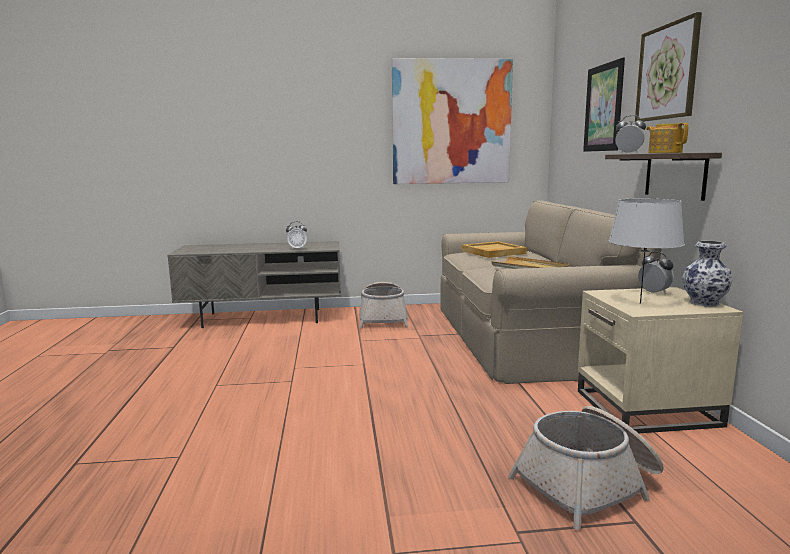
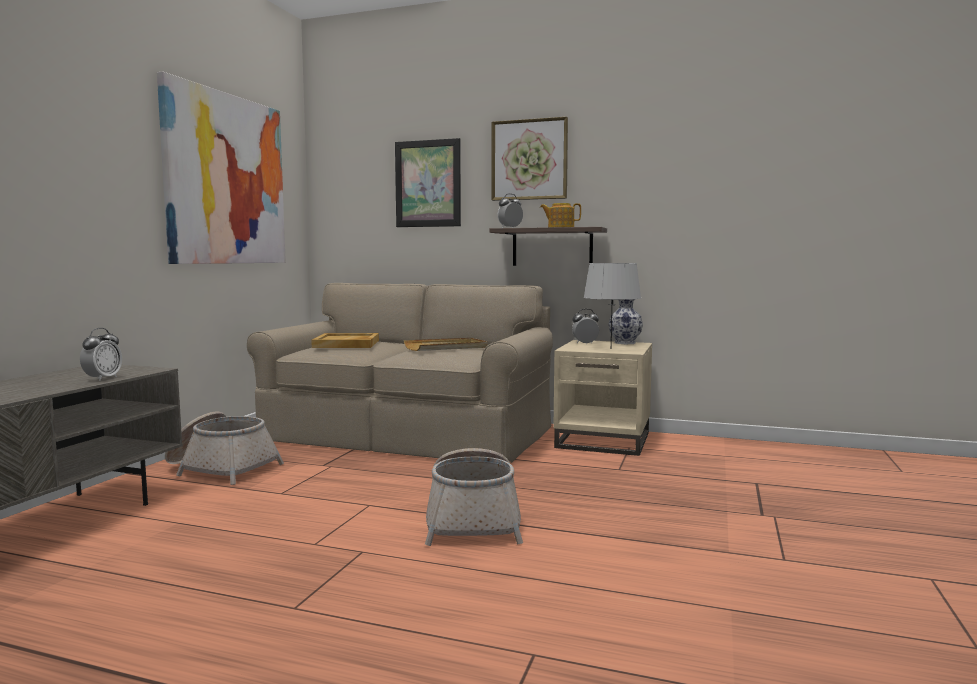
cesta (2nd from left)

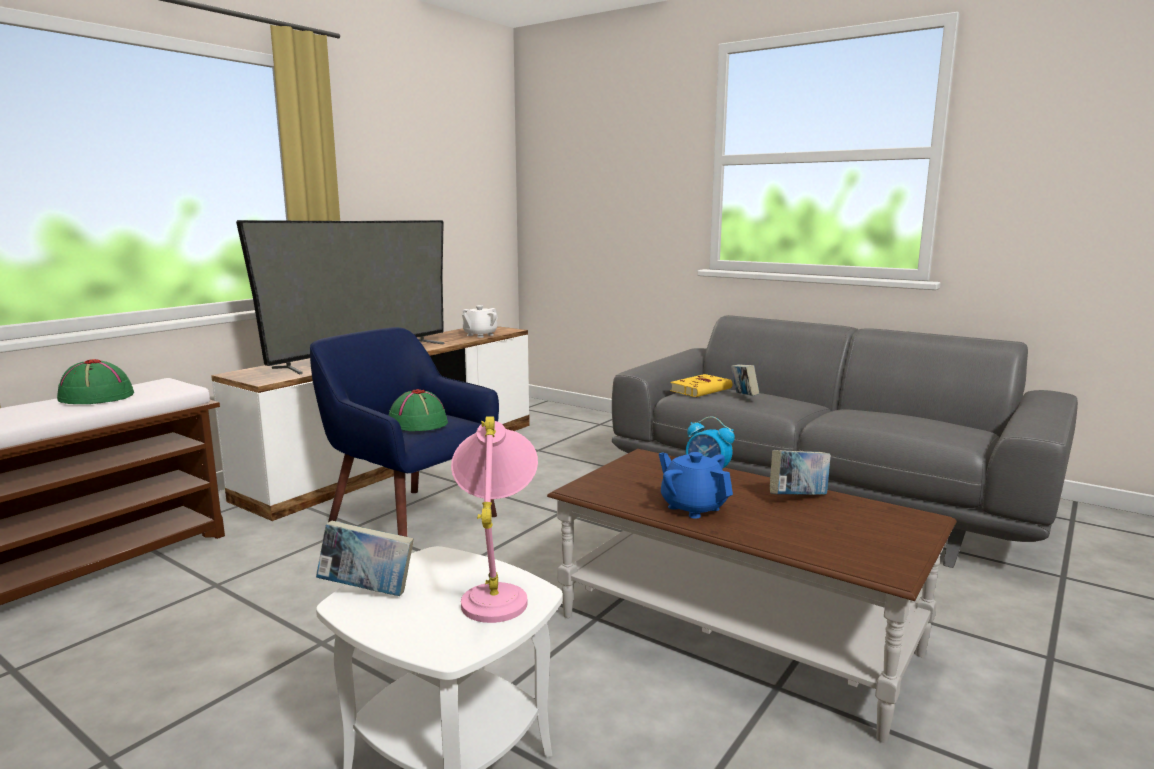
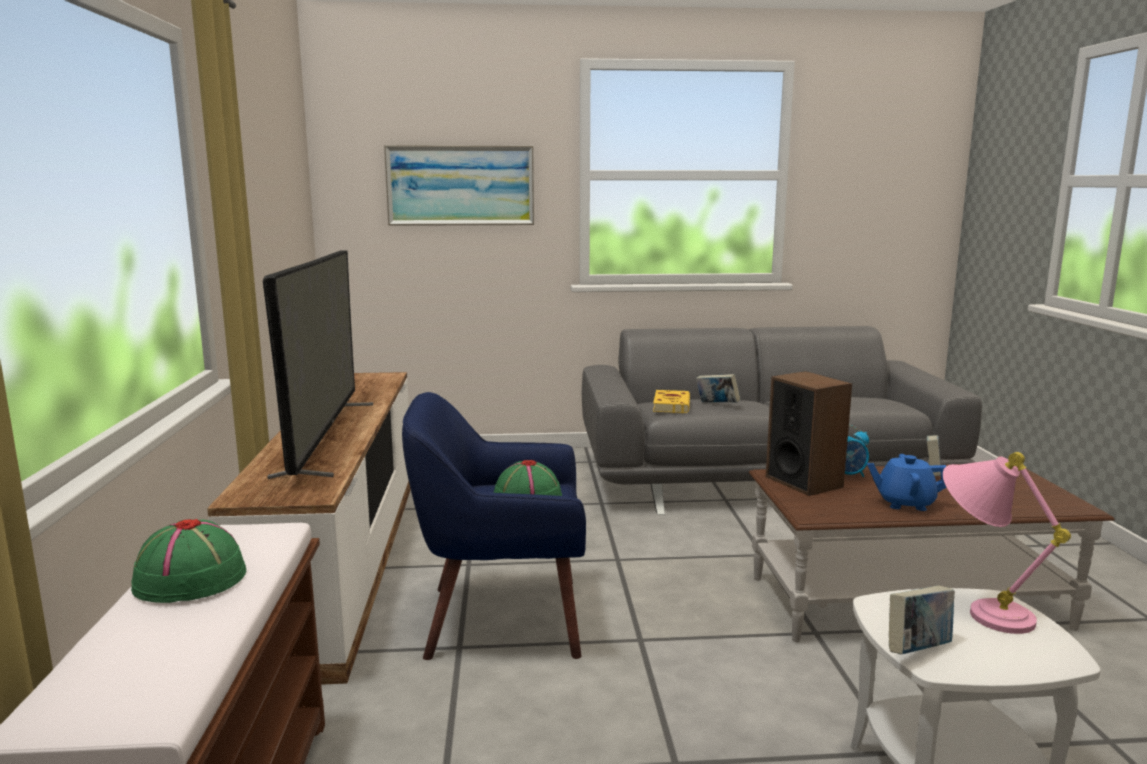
tetera/blanco
cuadro
altavoz

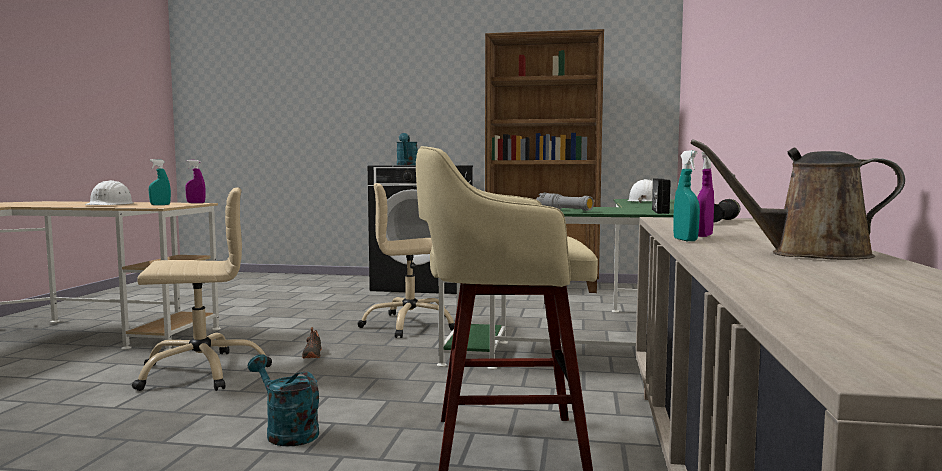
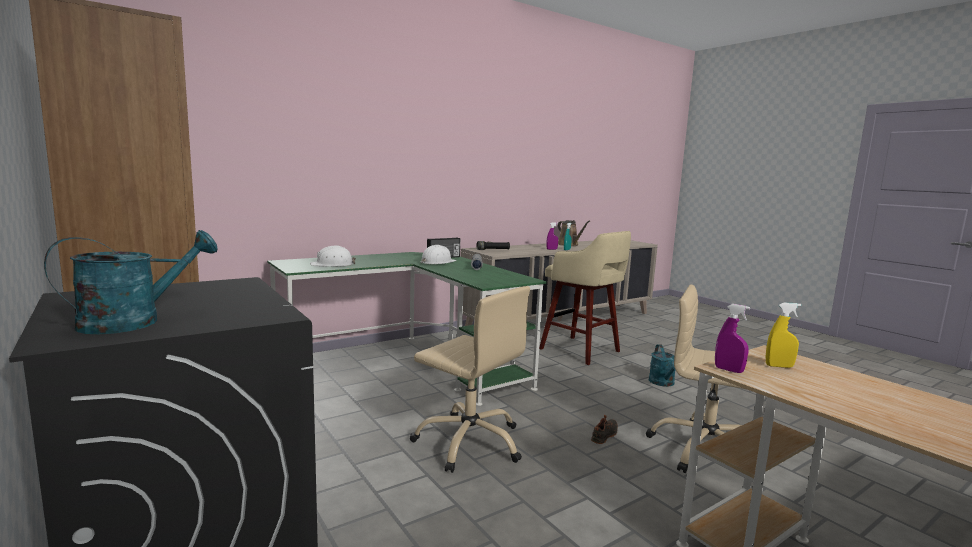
casco/blanco (2nd from left)
pulverizador/amarillo

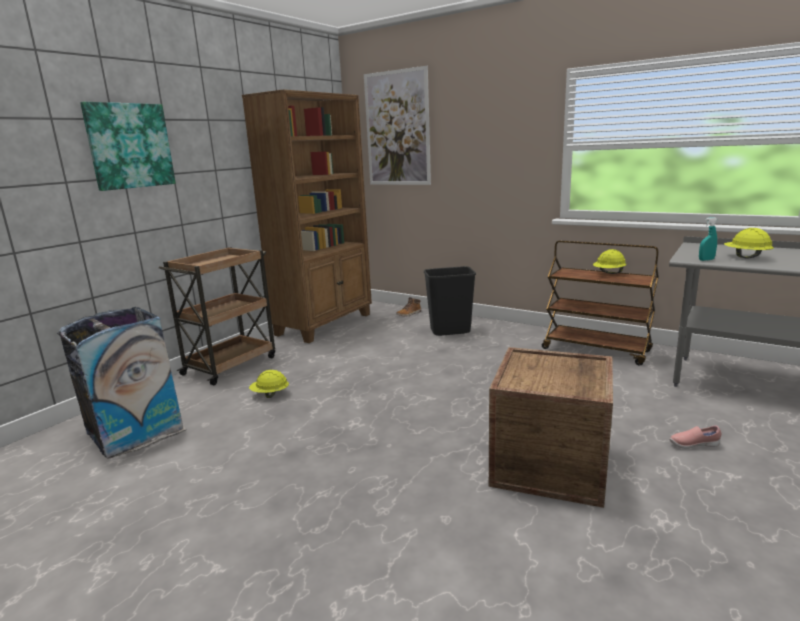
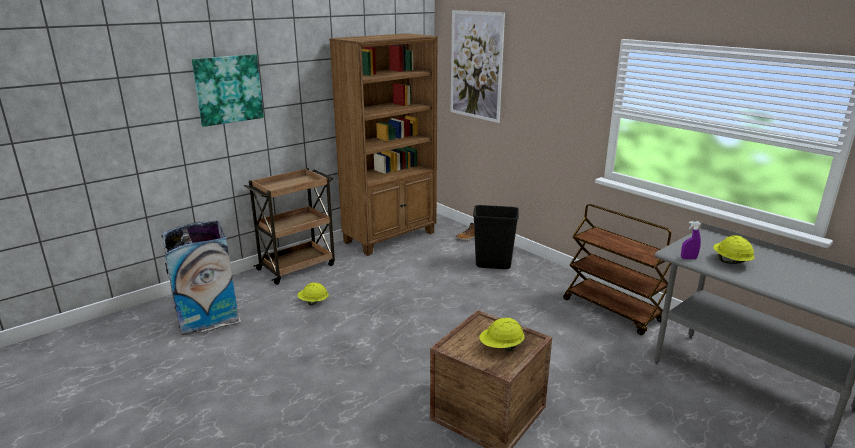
zapato/rosa
casco/amarillo (2nd from left)
pulverizador/morado

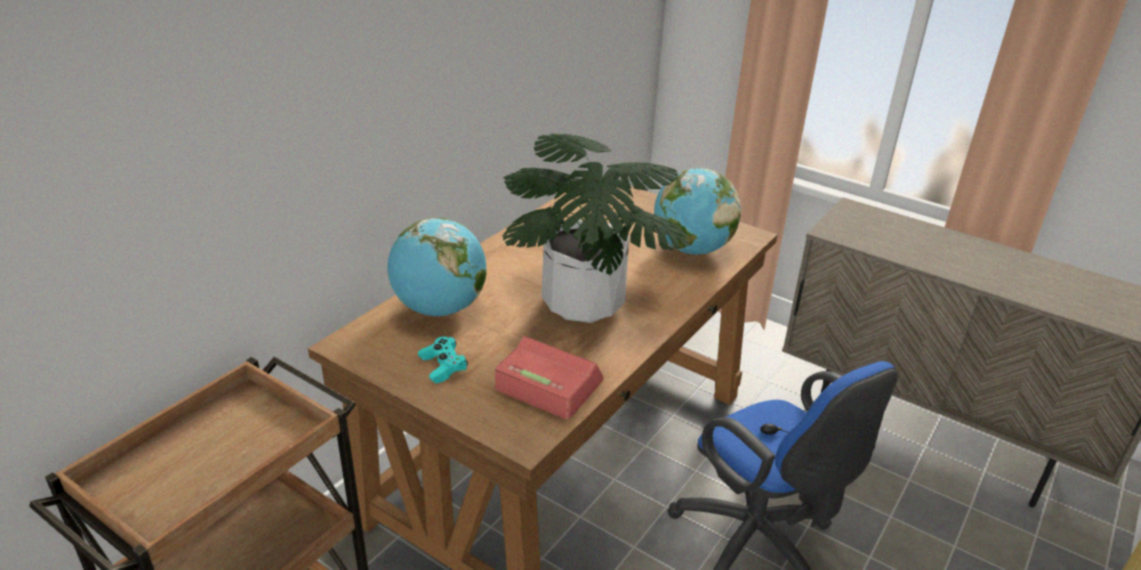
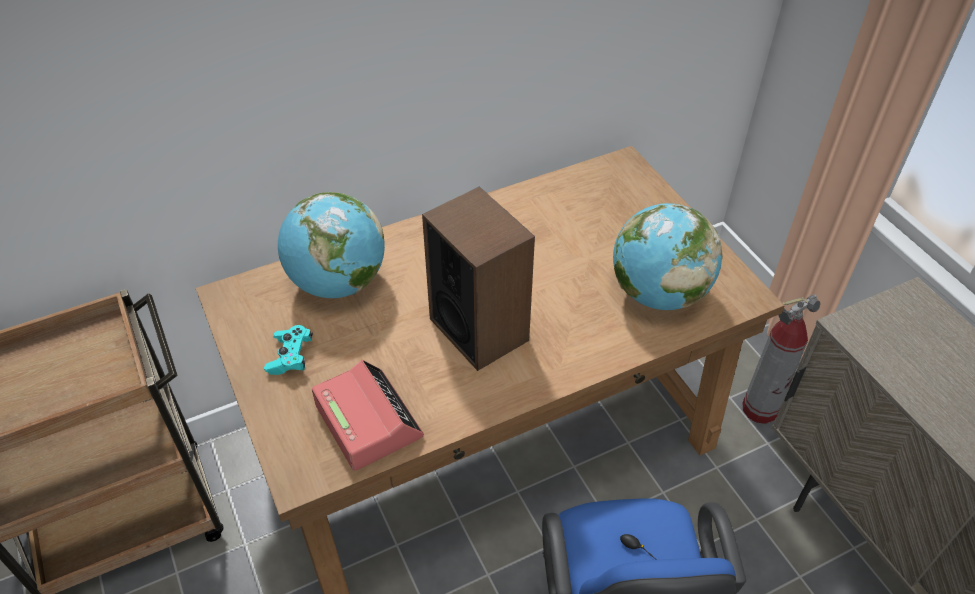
extintor
altavoz

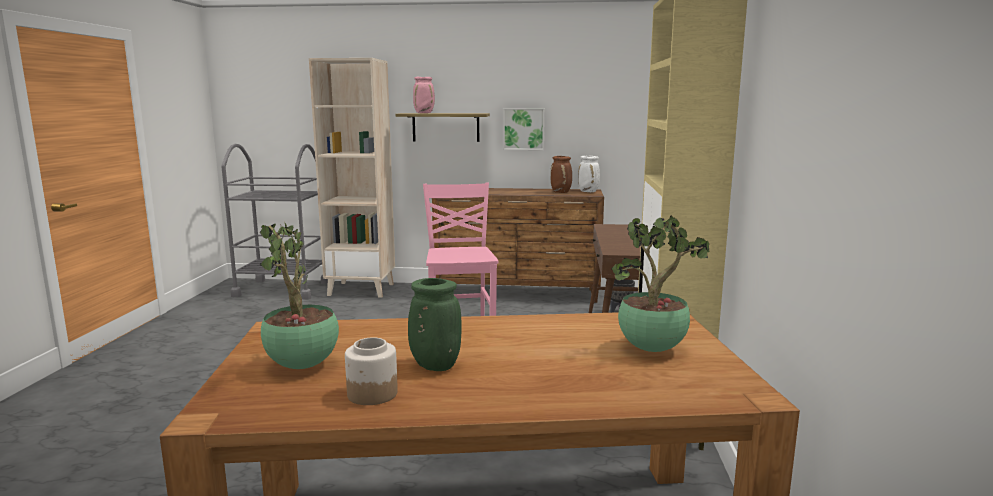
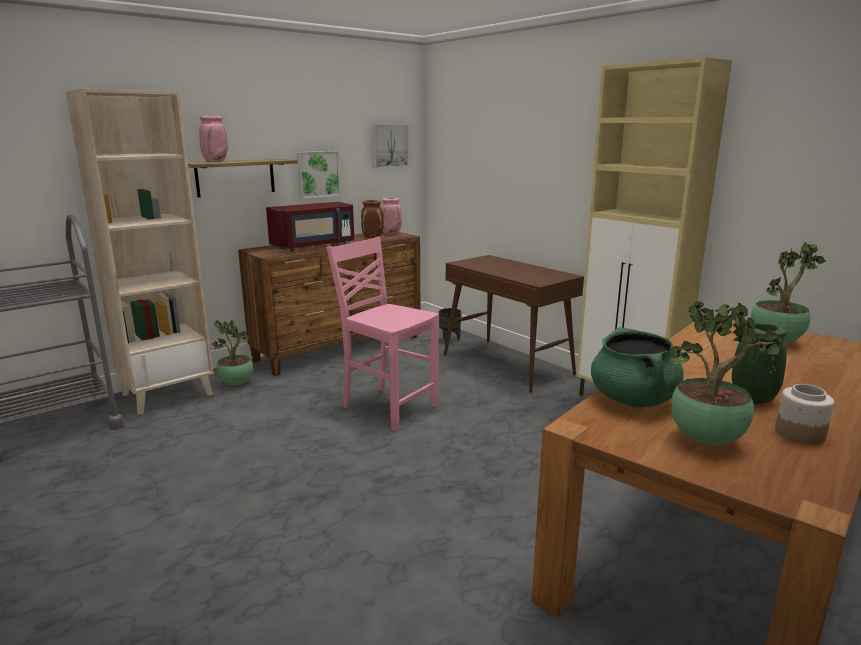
planta en maceta (1st from left)
microondas/rojo
cuadro (2nd from left)
olla/verde
florero/rosa (2nd from left)

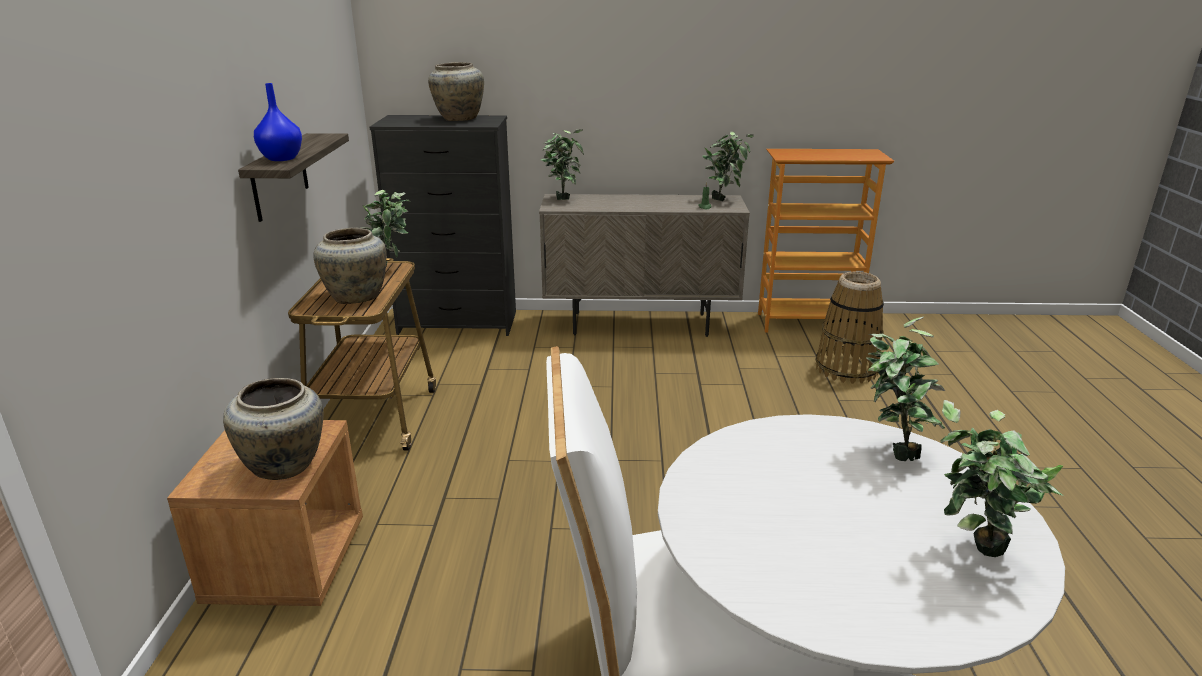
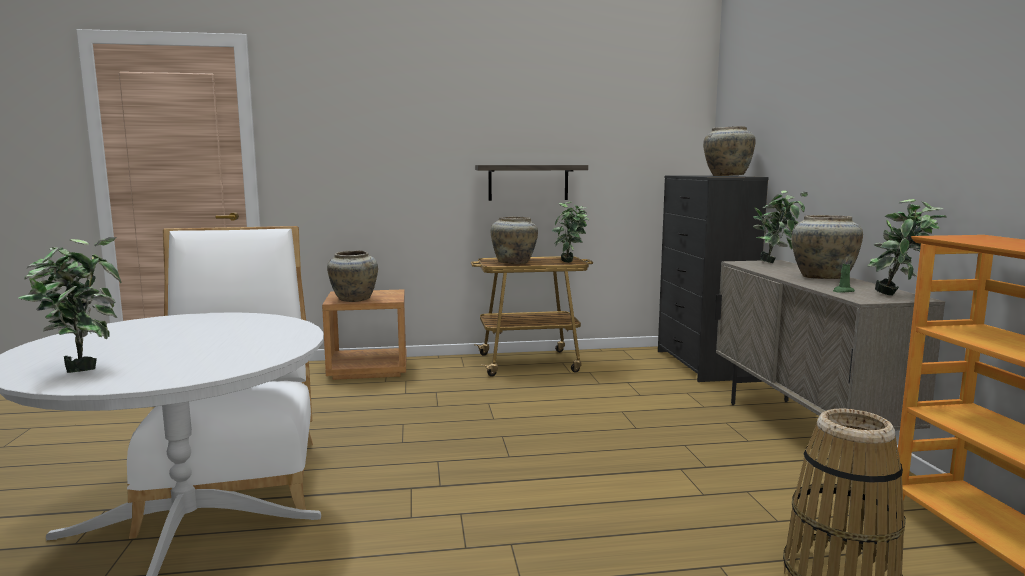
florero/azul
planta en maceta (4th from left in the first image)
florero/beis (4th from left)

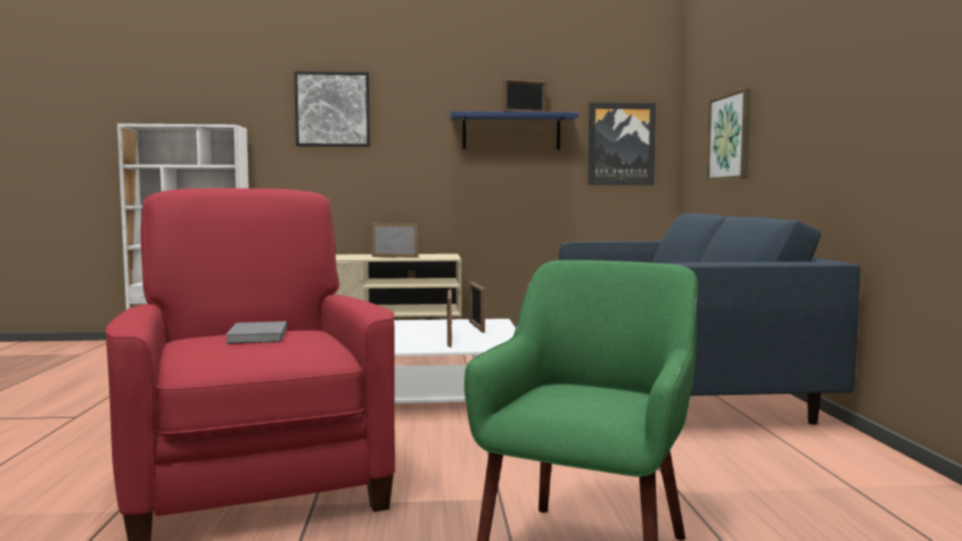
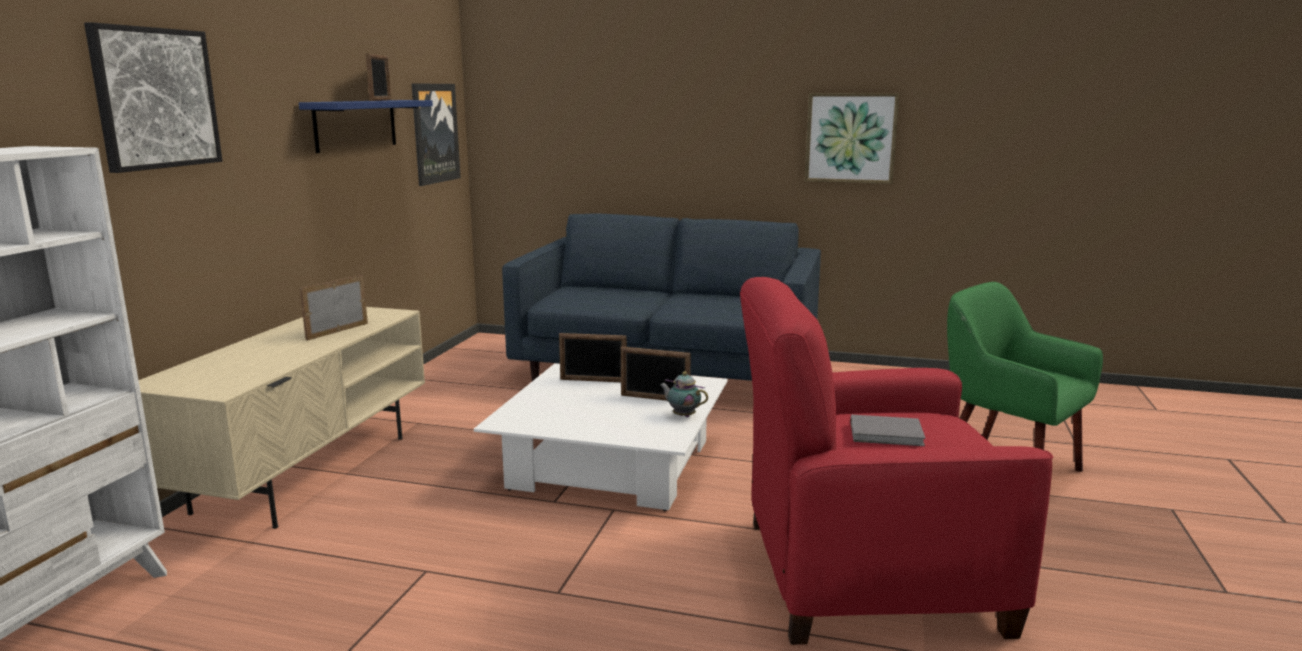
tetera
cuadro (3rd from left)

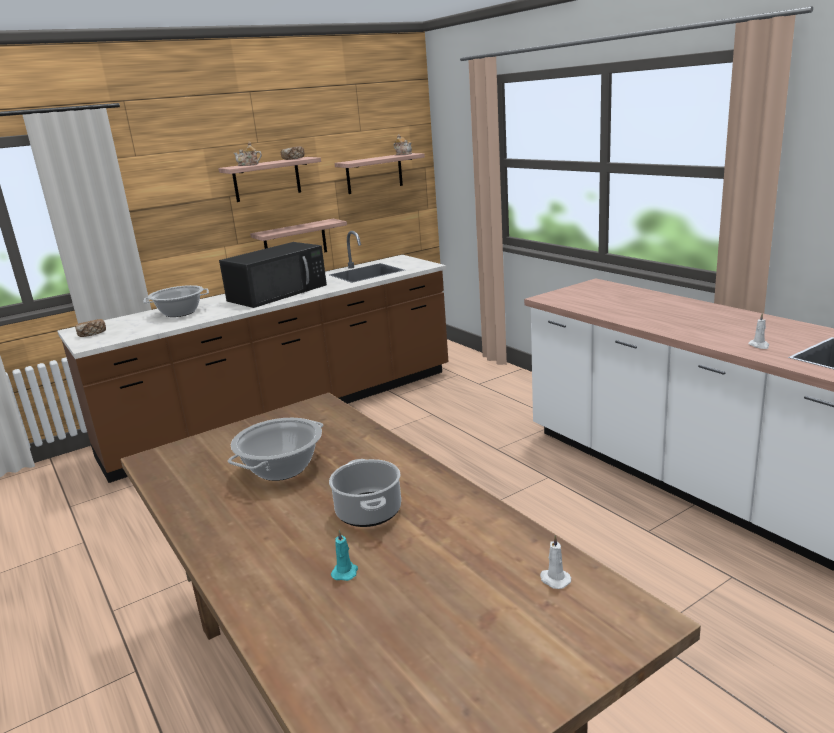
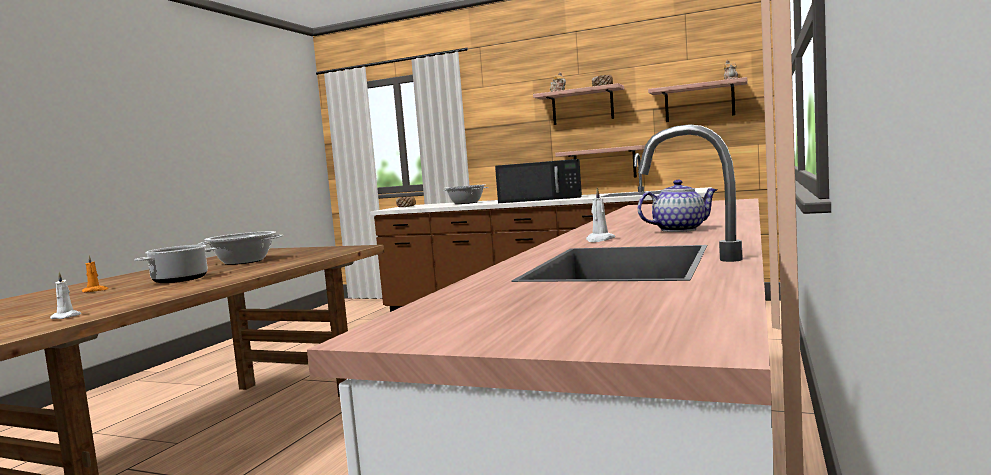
tetera (2nd from left)
vela/naranja

